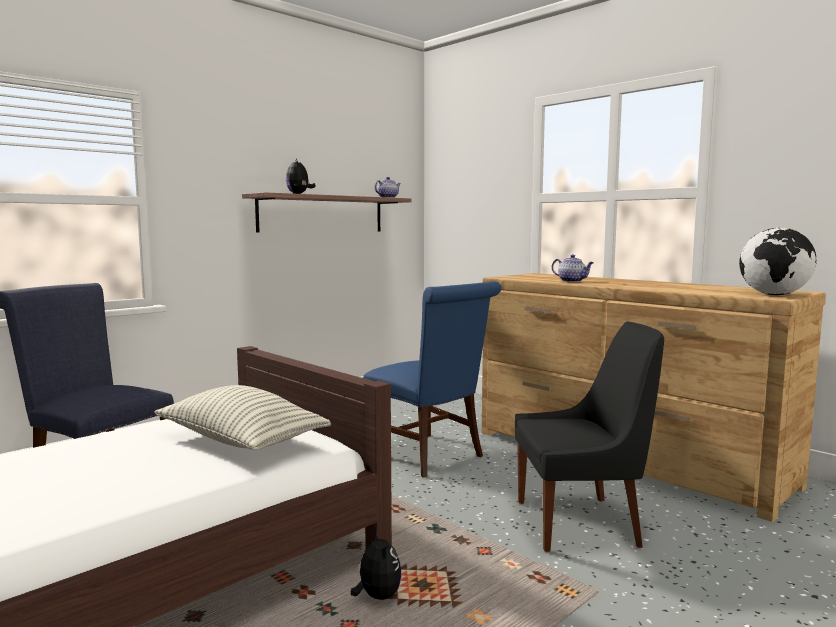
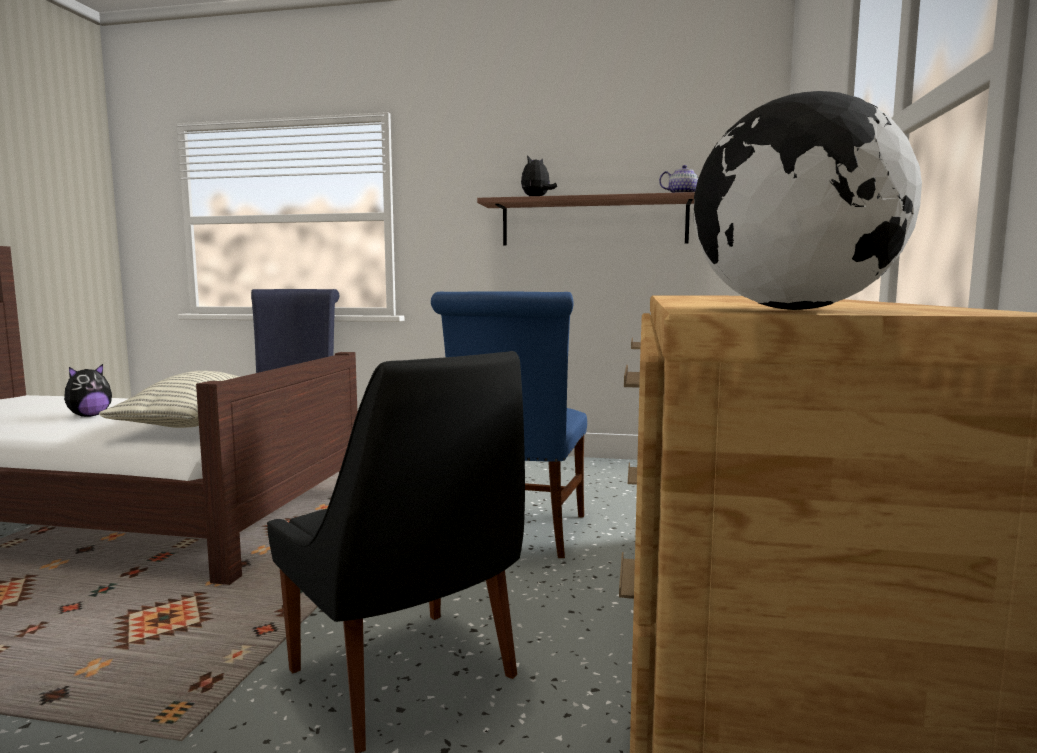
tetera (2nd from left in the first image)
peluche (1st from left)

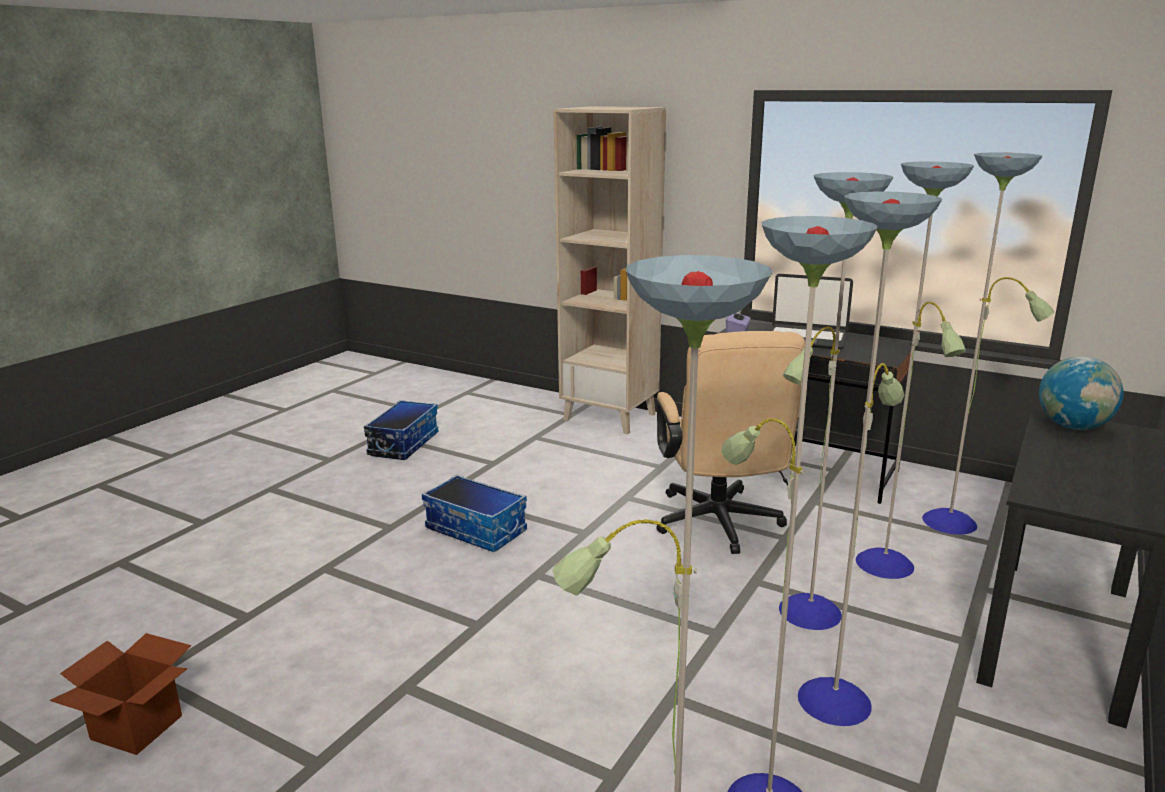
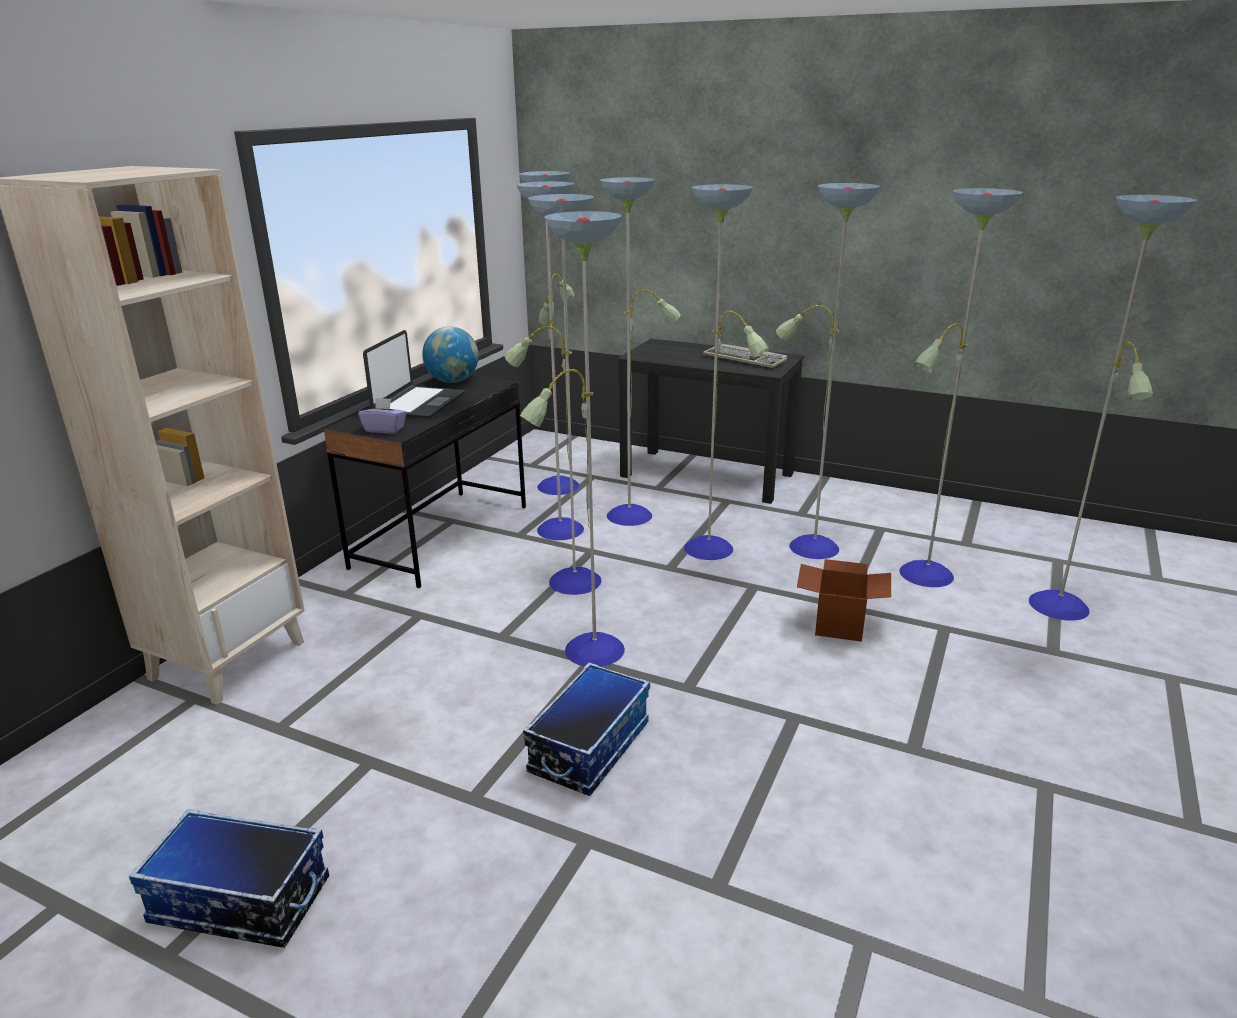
teclado
caja de cartón
globo terráqueo
lámpara de pie (1st from left)

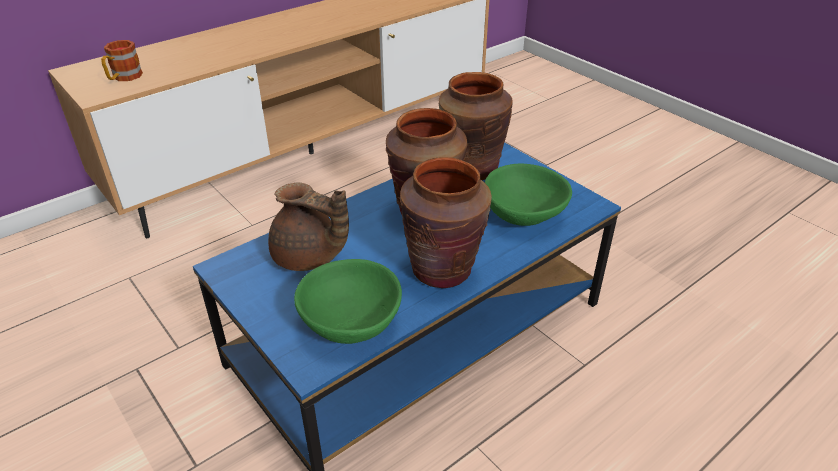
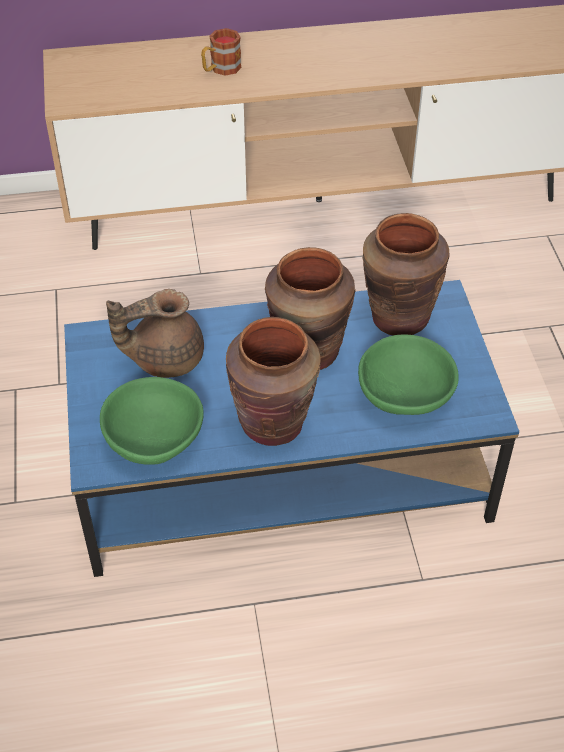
taza grande
tetera/marrón

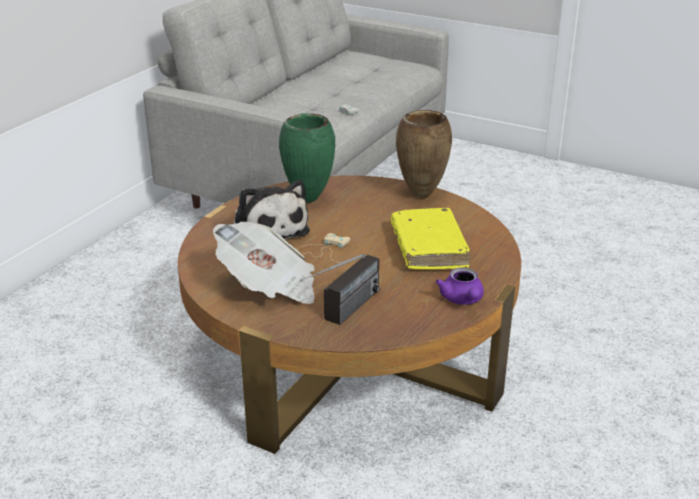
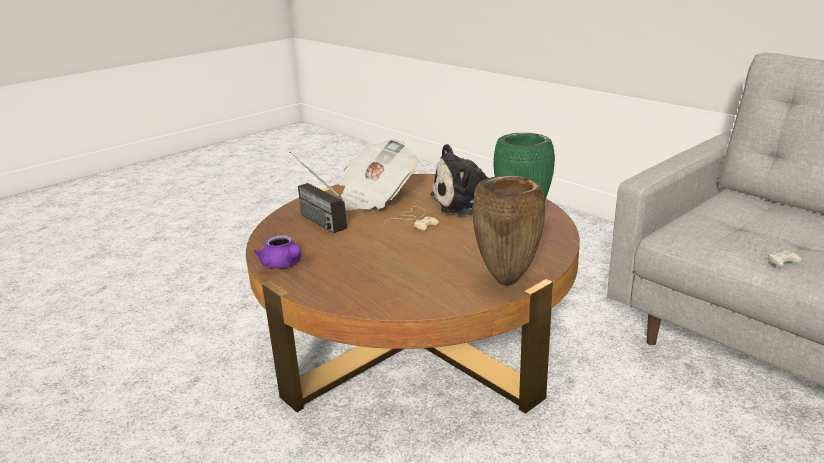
libro/amarillo
tetera/morado

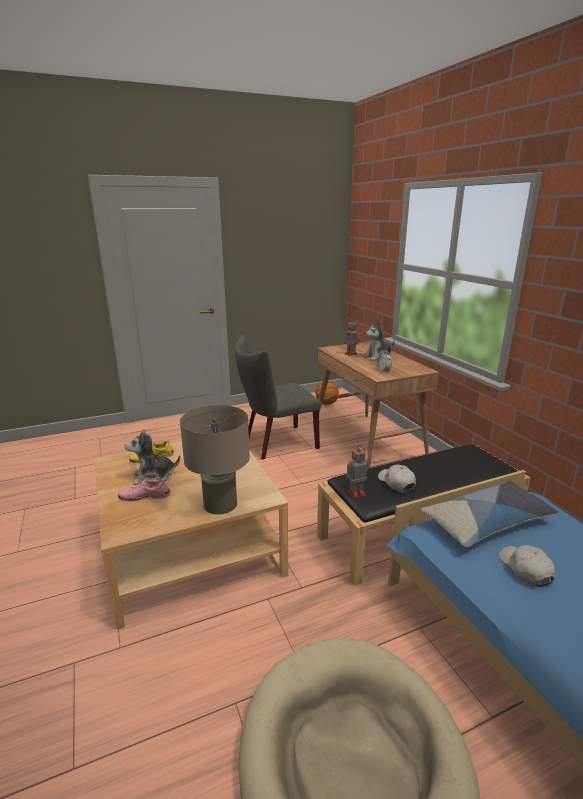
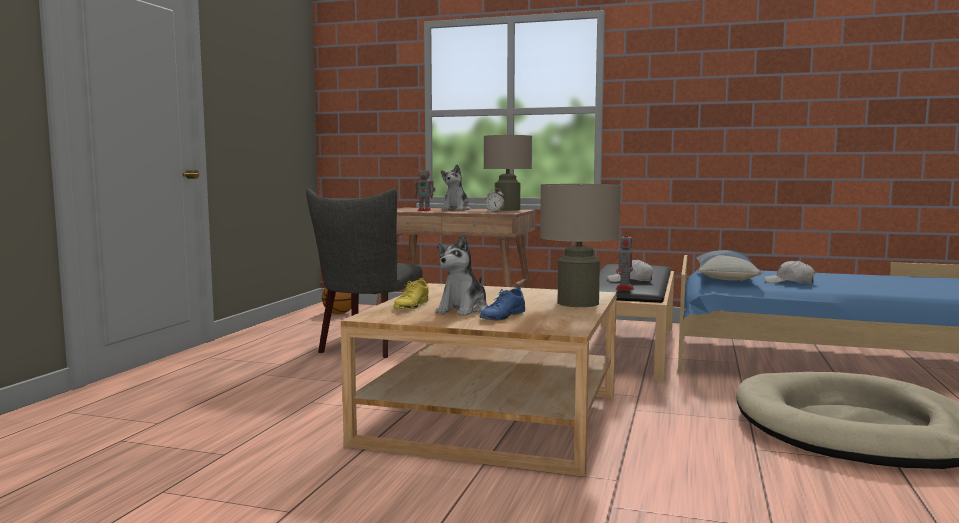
lámpara de mesa/beis (1st from left)
zapato/azul

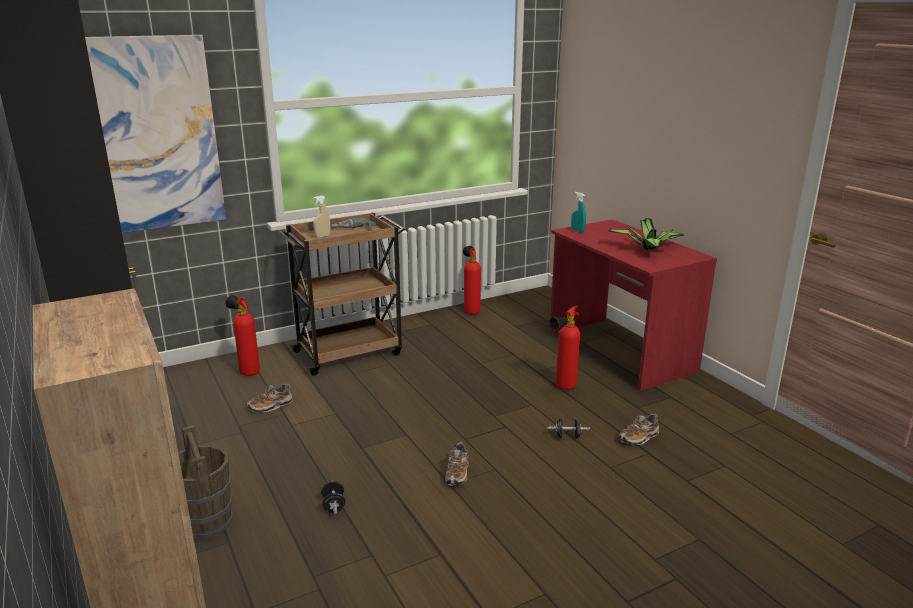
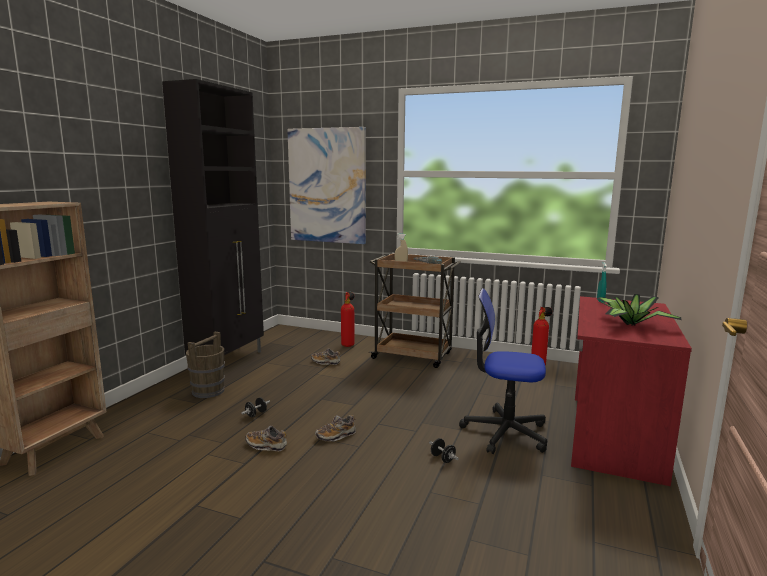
zapato (1st from left)
silla de oficina

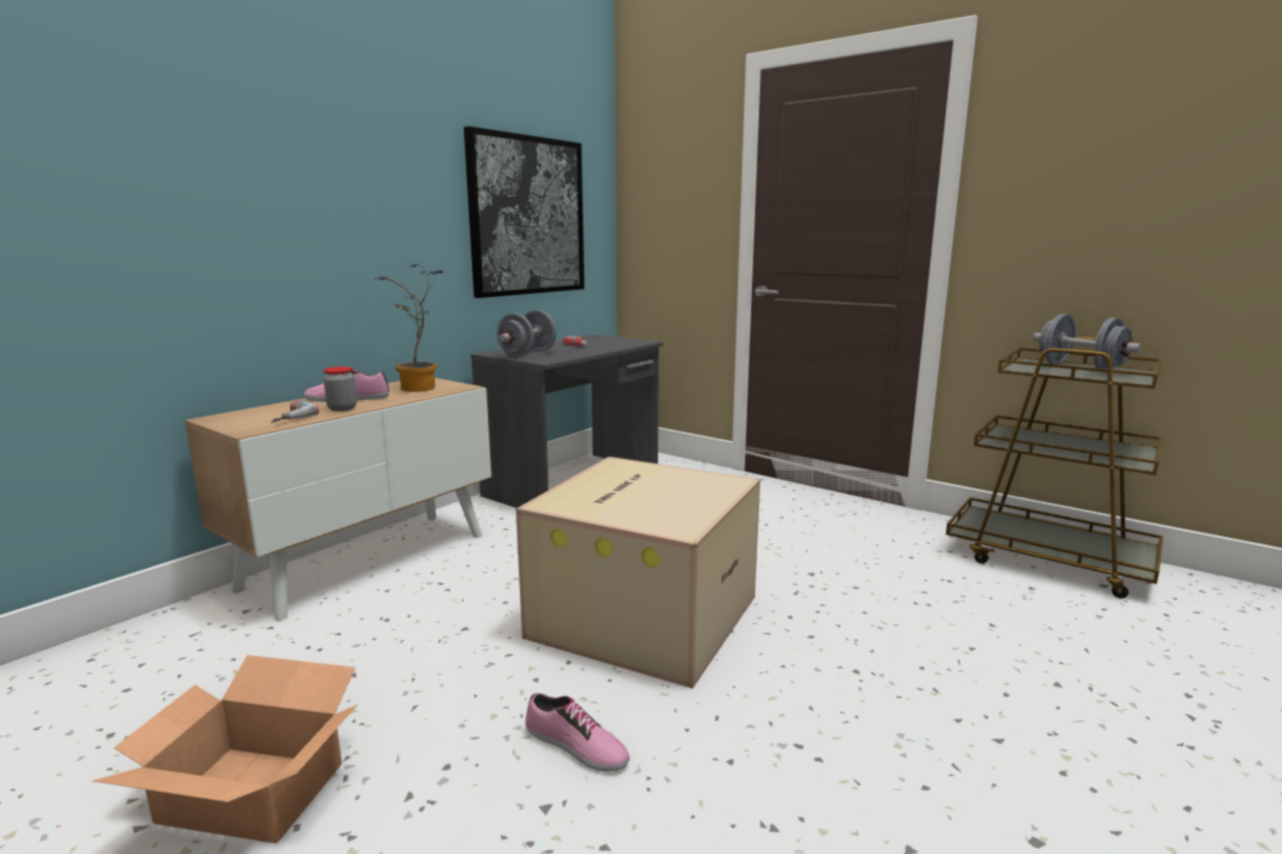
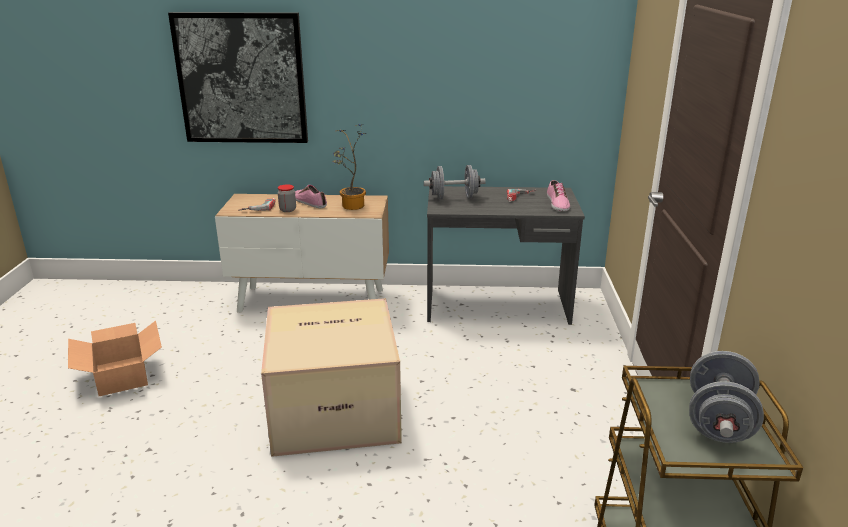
cuadro
zapato (2nd from left)

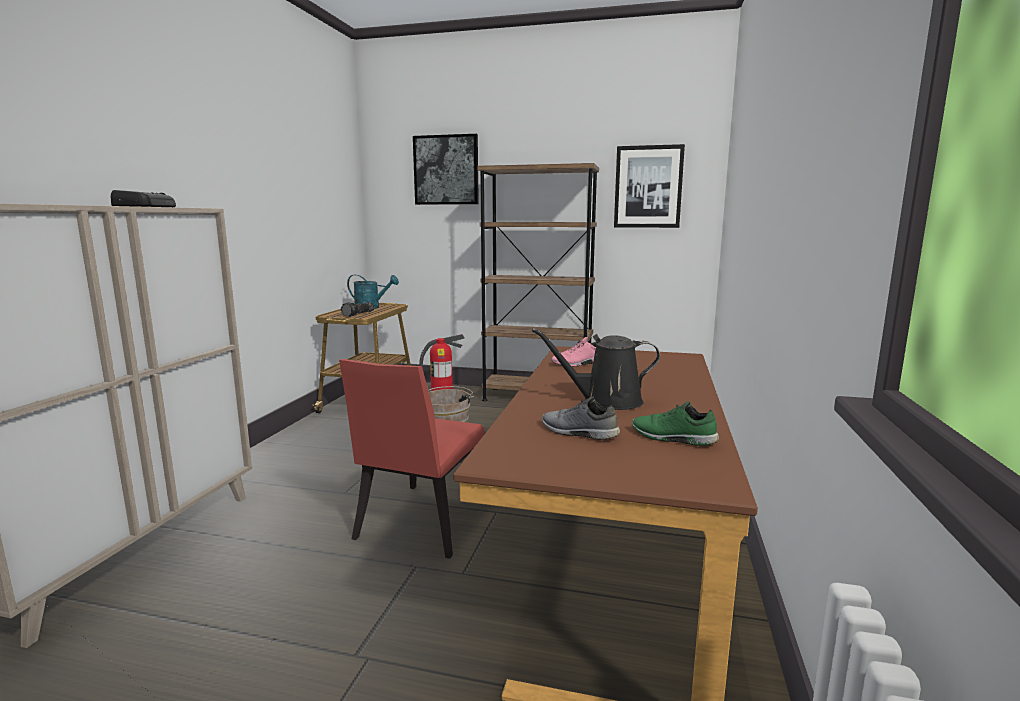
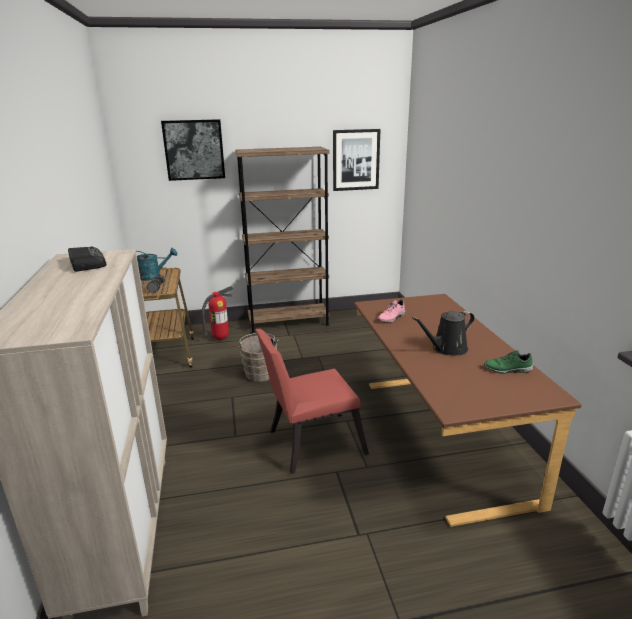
zapato/gris
silla/rojo

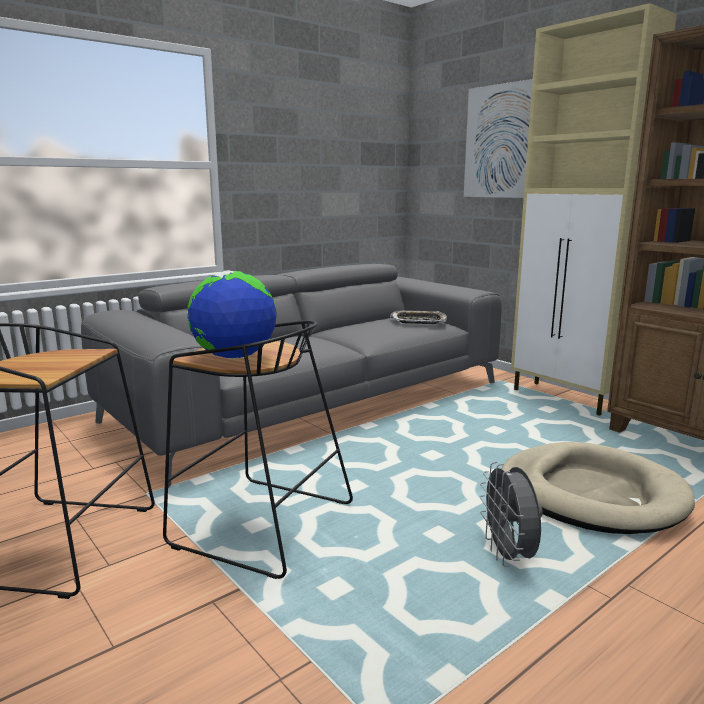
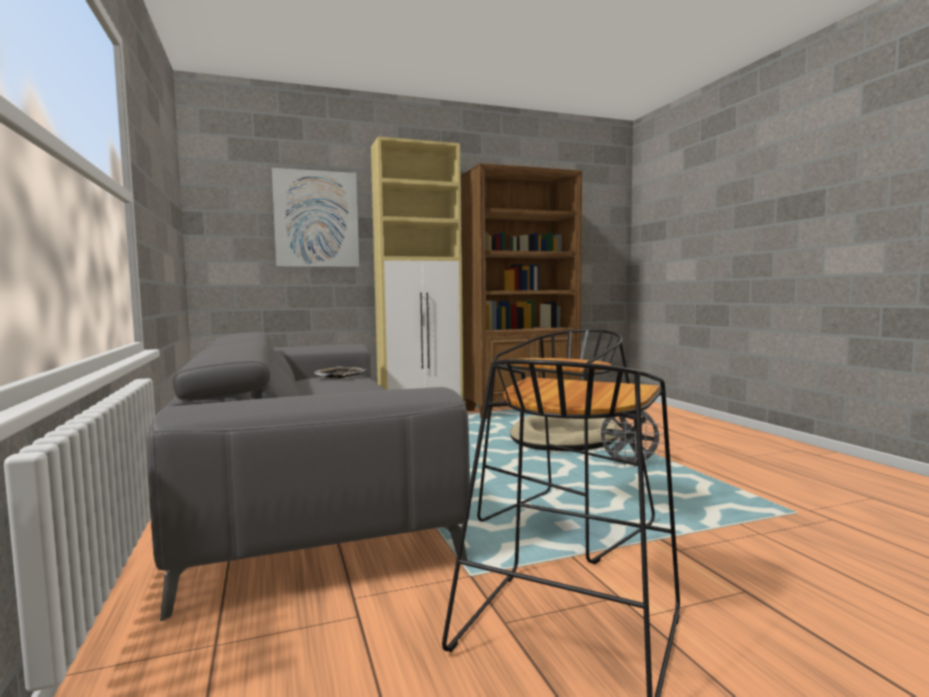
globo terráqueo

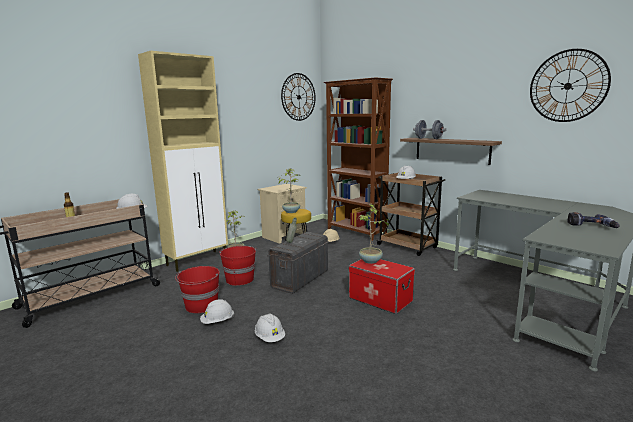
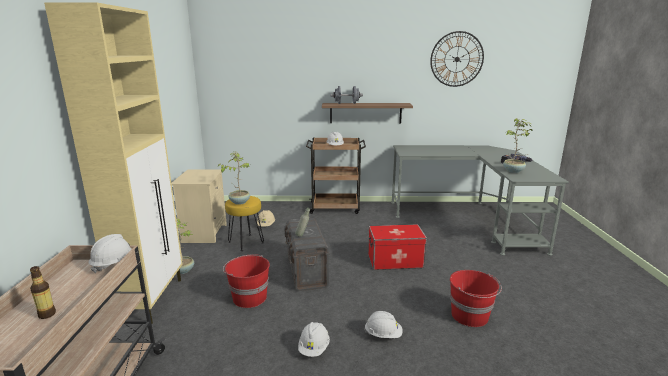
reloj de pared (1st from left in the first image)
estantería/marrón
cubo/rojo (2nd from left)
planta en maceta (3rd from left)

